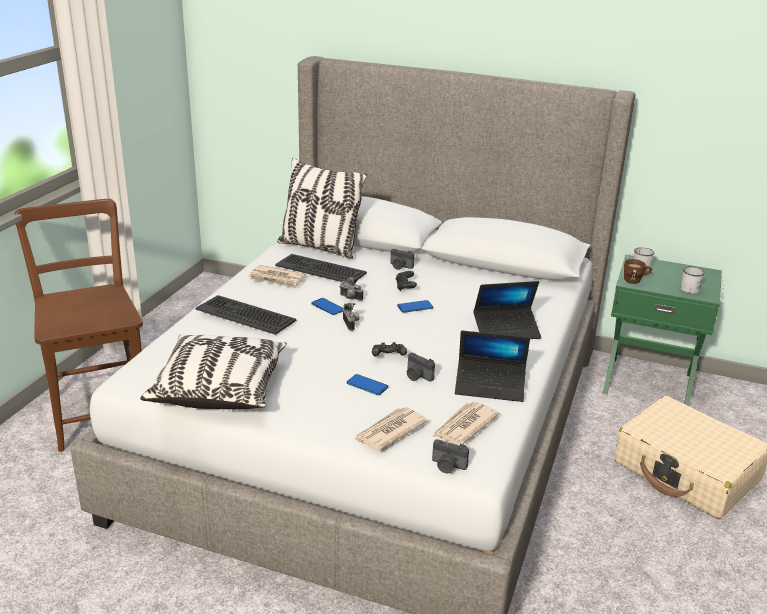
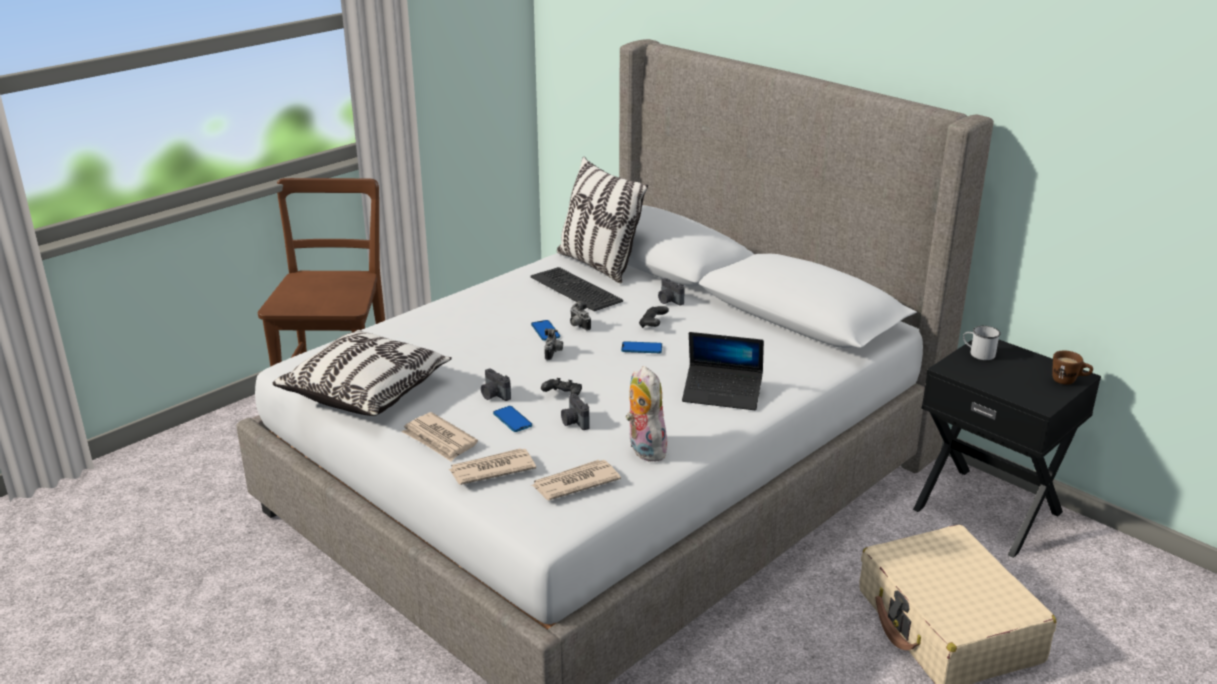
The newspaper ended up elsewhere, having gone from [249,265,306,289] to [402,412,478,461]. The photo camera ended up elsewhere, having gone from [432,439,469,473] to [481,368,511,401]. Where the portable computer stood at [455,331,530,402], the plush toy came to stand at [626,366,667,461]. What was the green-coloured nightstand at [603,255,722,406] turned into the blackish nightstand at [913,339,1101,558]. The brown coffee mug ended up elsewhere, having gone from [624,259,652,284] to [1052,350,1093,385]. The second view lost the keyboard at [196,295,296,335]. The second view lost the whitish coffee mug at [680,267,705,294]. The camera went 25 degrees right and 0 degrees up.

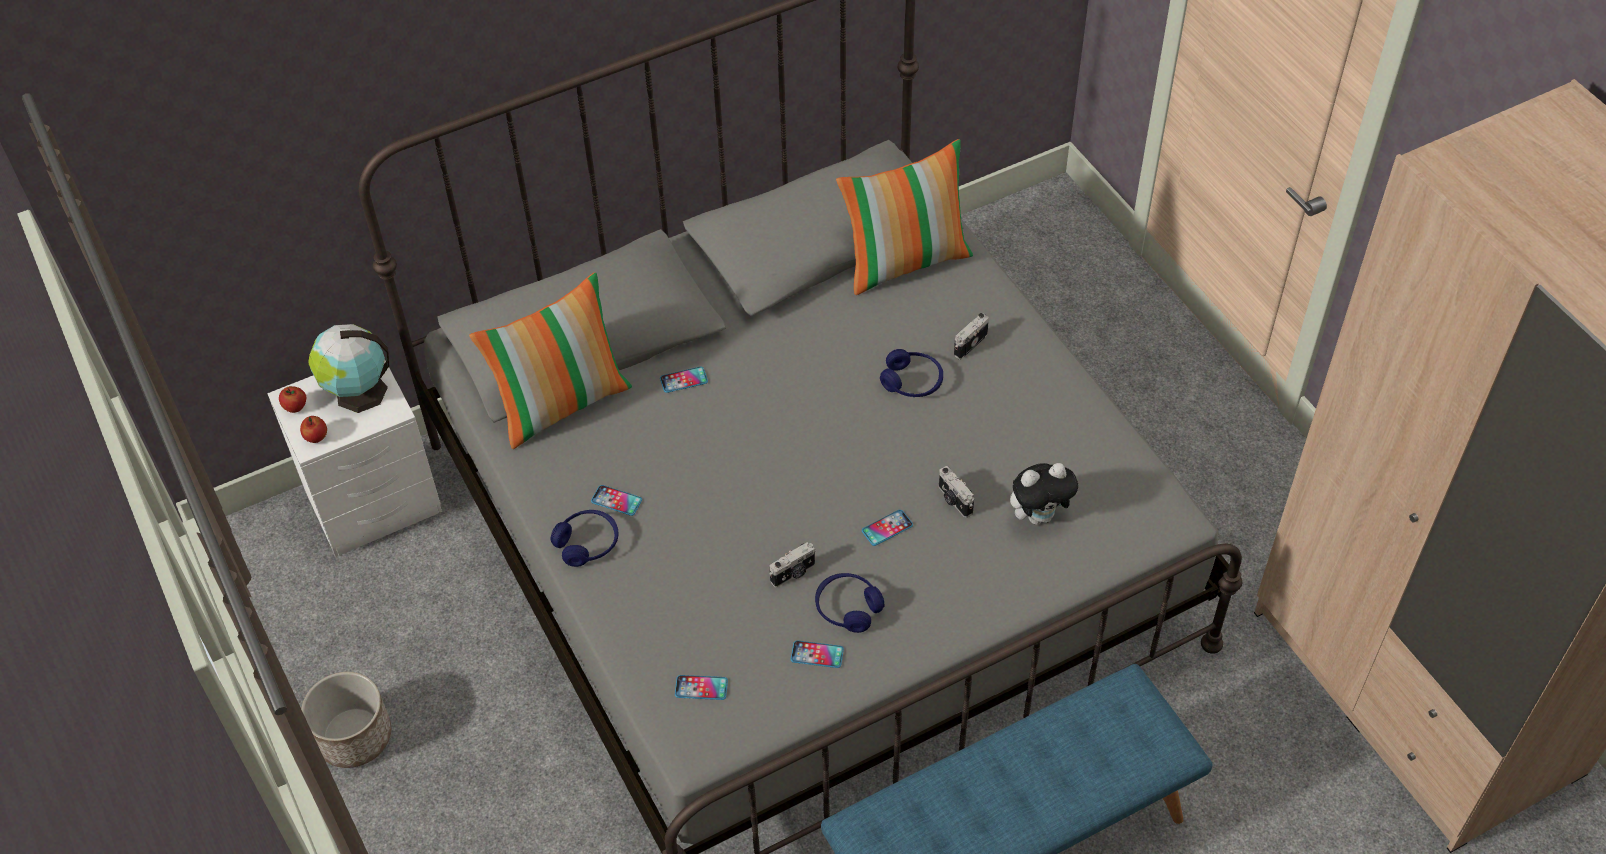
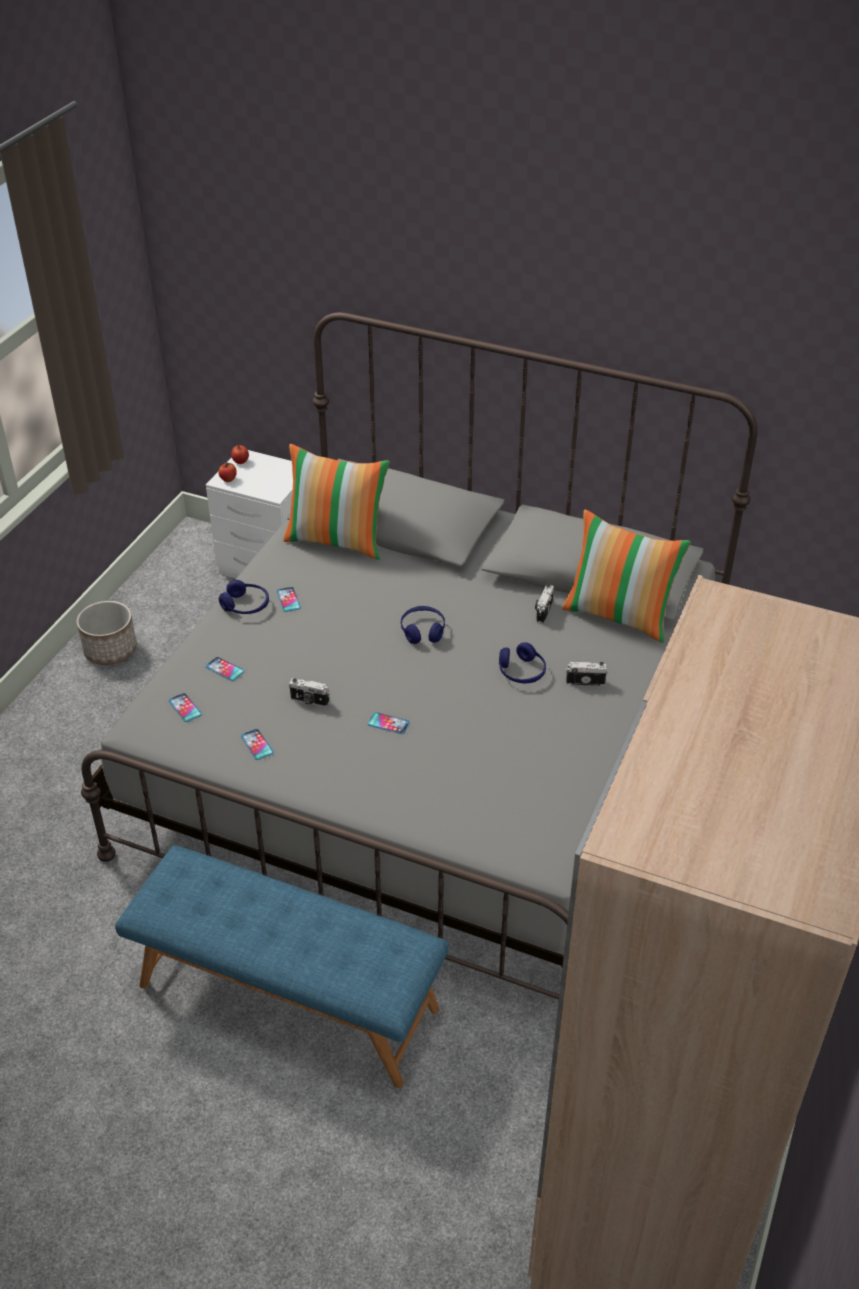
The phone ended up elsewhere, having gone from [660,367,708,393] to [206,657,244,681]. The blue headset ended up elsewhere, having gone from [815,573,884,633] to [401,606,445,644]. The photo camera ended up elsewhere, having gone from [939,466,974,518] to [535,584,554,624]. The second view lost the desk globe at [308,324,389,413]. The second view lost the plush toy at [1010,463,1081,525]. The camera went 50 degrees right and 10 degrees down.

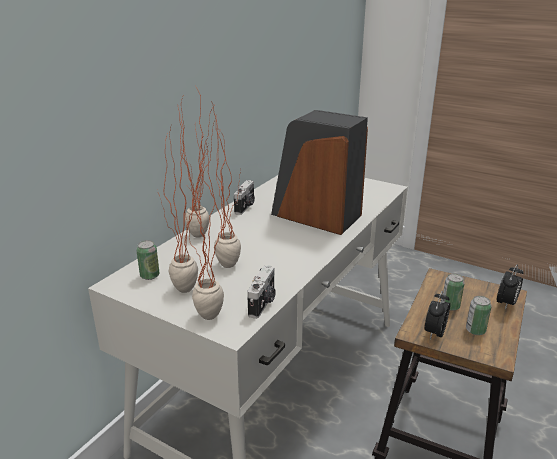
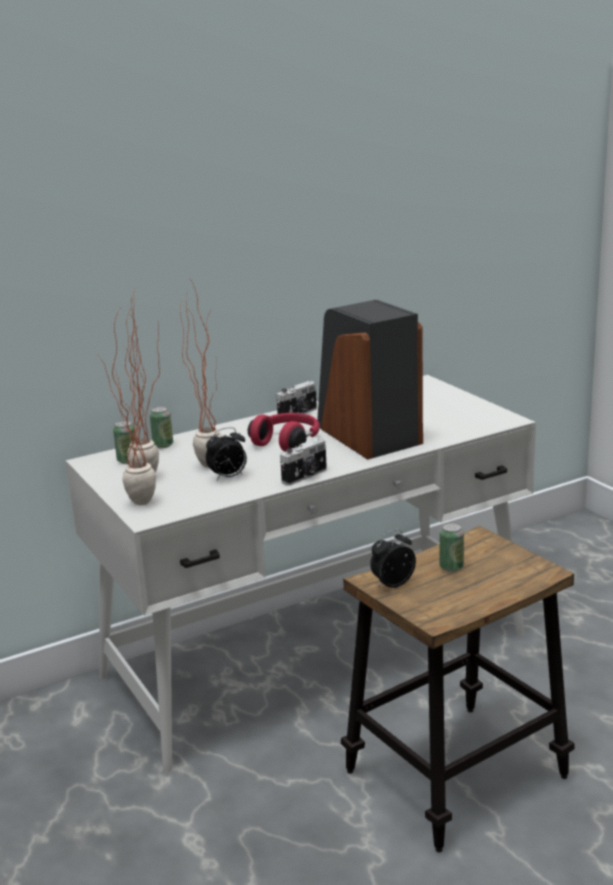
The metal can ended up elsewhere, having gone from [466,296,492,335] to [150,406,173,448]. The bedside clock ended up elsewhere, having gone from [497,264,524,309] to [206,427,247,480]. The second view gained the red-coloured headset at [248,413,320,452]. The photo camera ended up elsewhere, having gone from [247,265,276,319] to [280,438,327,486]. The second view lost the houseplant at [178,87,214,238]. The camera went 30 degrees right and 5 degrees down.

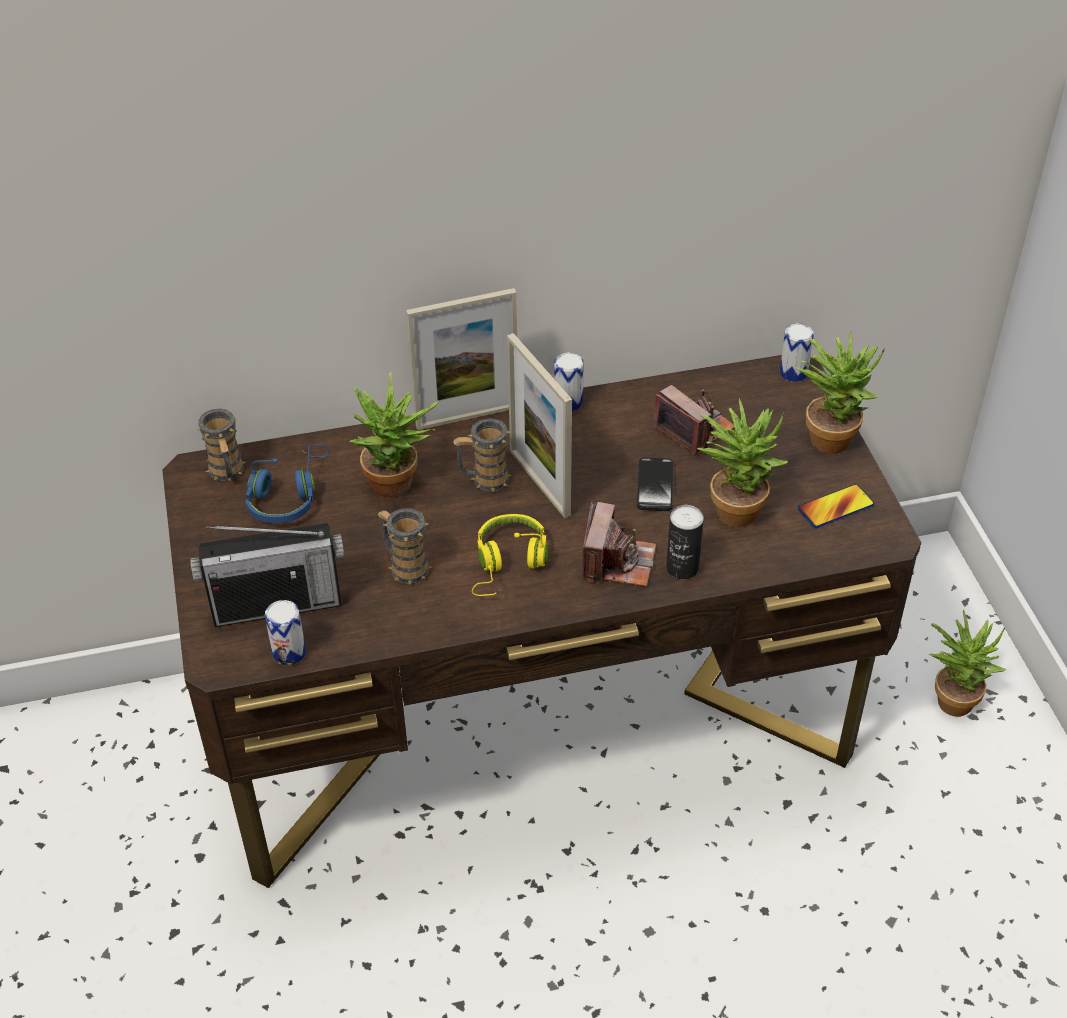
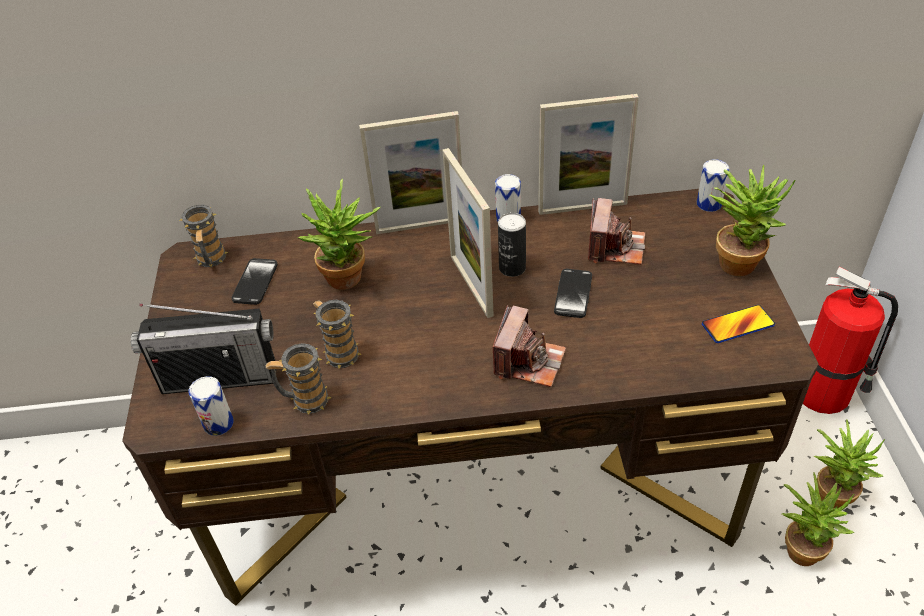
Where the blue headset stood at [245,444,330,523], the phone came to stand at [231,258,278,305]. The coffee mug ended up elsewhere, having gone from [453,418,511,492] to [265,343,332,415]. The metal can ended up elsewhere, having gone from [666,505,704,579] to [498,212,526,277]. The second view gained the standing frame at [538,94,639,215]. The photo camera at [653,385,735,455] ended up facing another way, 45 degrees clockwise from before. The houseplant ended up elsewhere, having gone from [697,398,788,527] to [782,472,854,566]. The second view gained the fire-fighting cylinder at [803,267,898,414]. The second view lost the yellow headset at [472,514,548,596]. The camera went 10 degrees right and 0 degrees up.

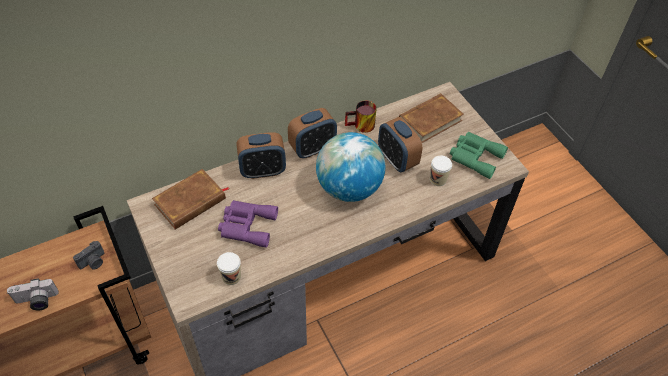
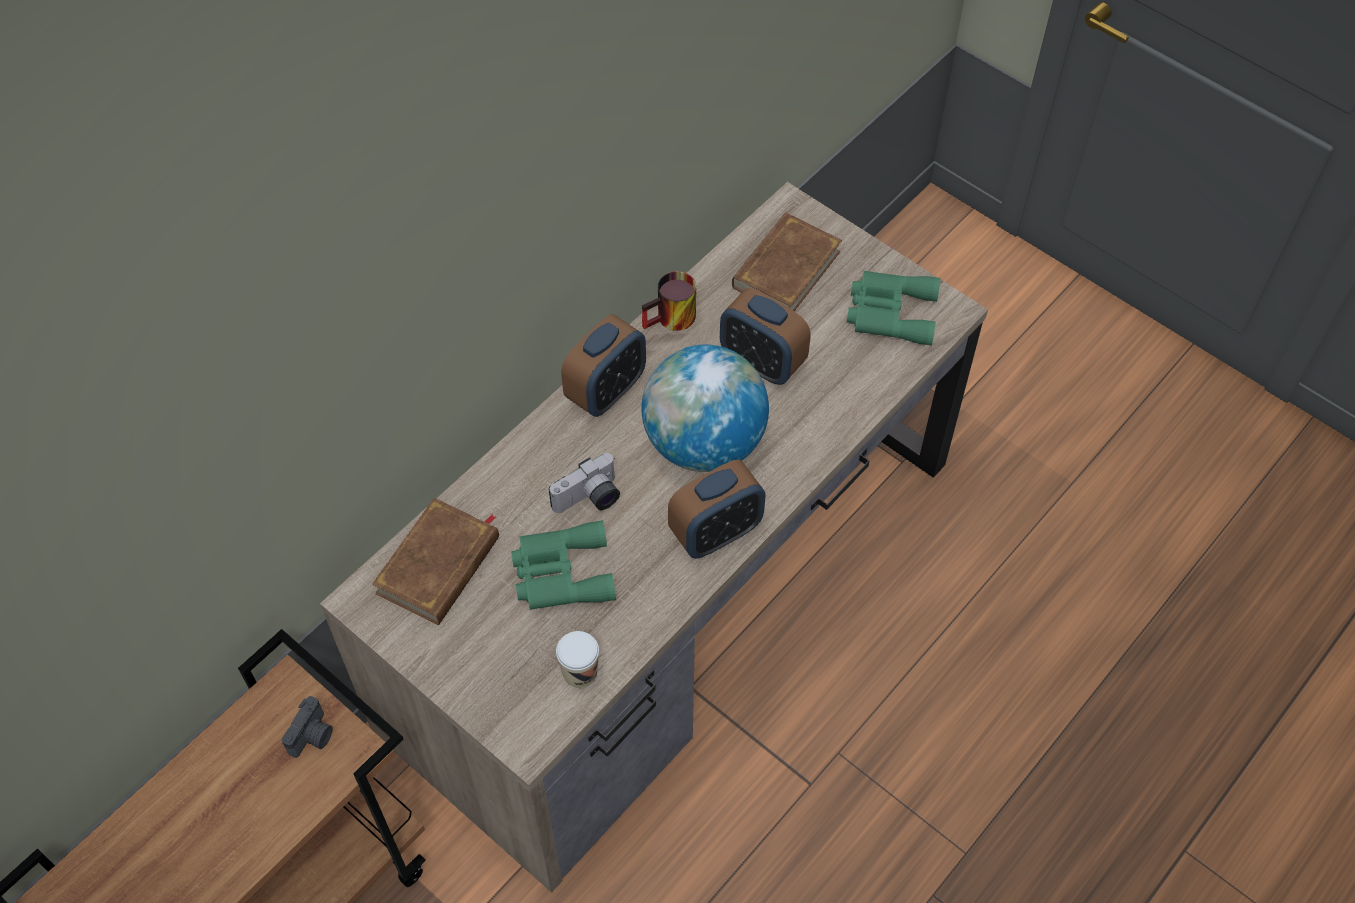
What was the purple field glasses at [218,200,278,248] turned into the green-coloured field glasses at [511,520,616,610]. The photo camera ended up elsewhere, having gone from [7,278,59,310] to [549,453,620,513]. The bedside clock ended up elsewhere, having gone from [237,132,286,179] to [668,460,765,559]. The second view lost the small cup at [430,156,452,186]. The camera went 20 degrees left and 5 degrees up.

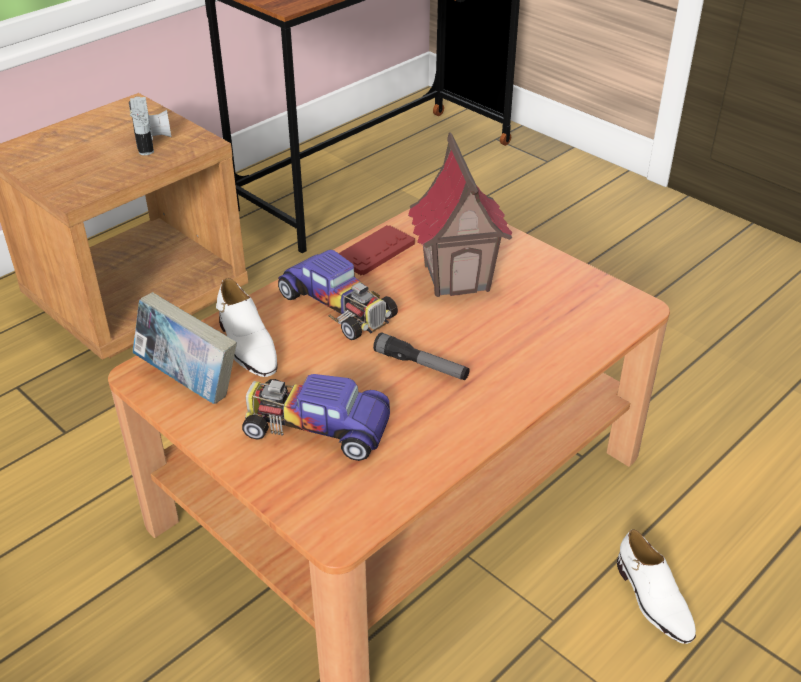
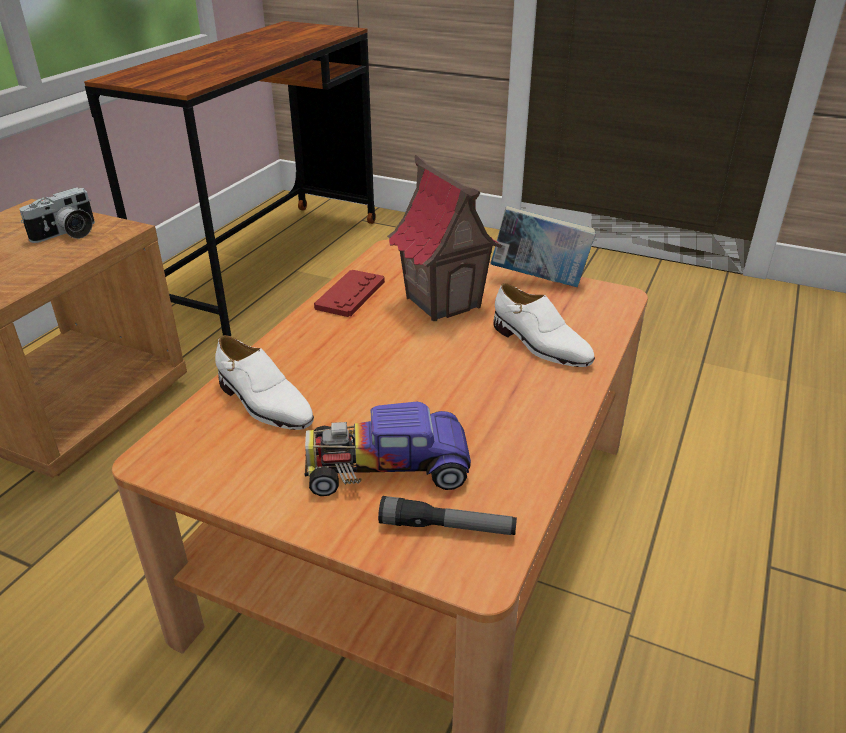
The photo camera at [129,96,171,155] ended up facing another way, 75 degrees clockwise from before. The hand torch ended up elsewhere, having gone from [373,332,469,380] to [378,496,517,535]. The bound book ended up elsewhere, having gone from [133,292,237,404] to [490,206,596,287]. The whitish shoe ended up elsewhere, having gone from [617,530,696,644] to [493,283,595,367]. The second view lost the model car at [278,250,398,340]. The camera went 20 degrees left and 5 degrees down.

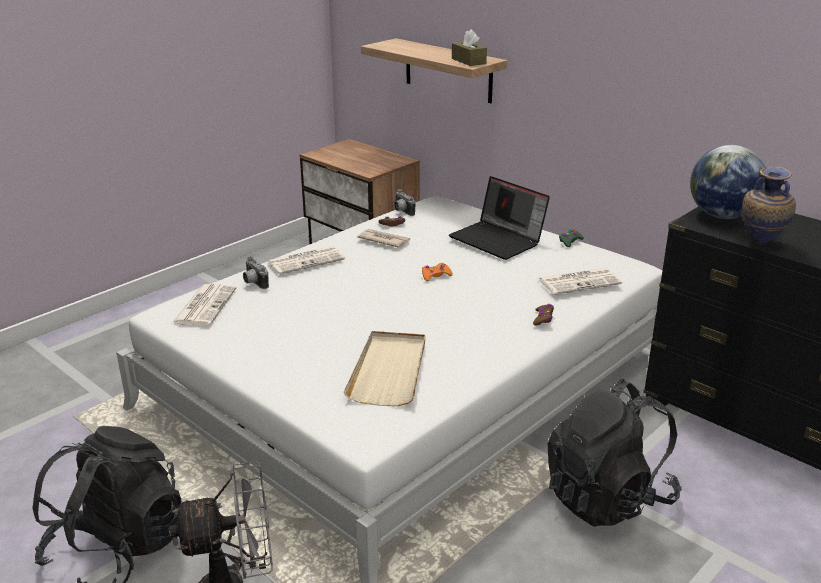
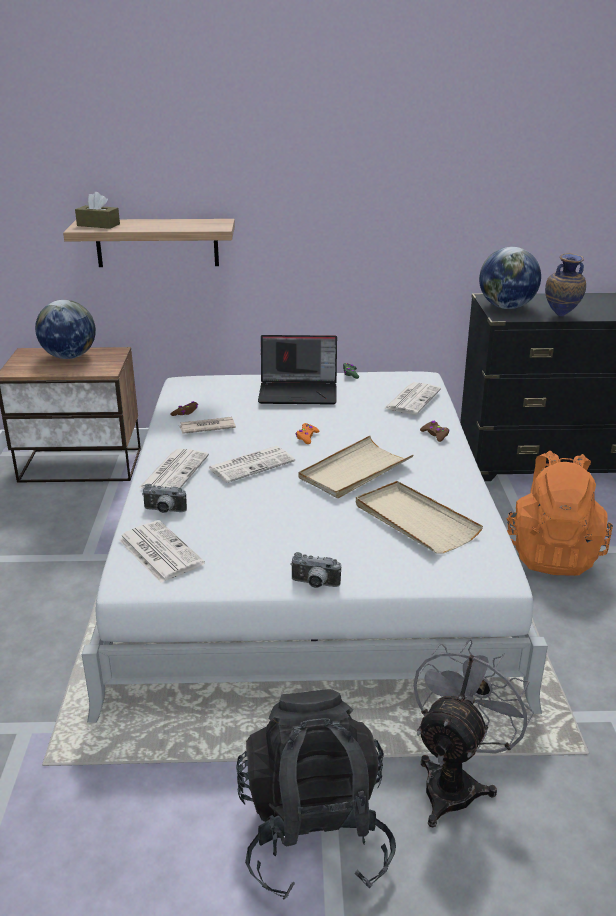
The second view gained the desk globe at [35,300,96,359]. The brown box of tissues ended up elsewhere, having gone from [452,29,487,66] to [75,192,120,229]. The second view gained the newspaper at [208,446,295,483]. The photo camera ended up elsewhere, having gone from [394,189,416,216] to [290,552,341,588]. The second view gained the beige-coloured carrying tray at [298,436,414,498]. What was the blackish backpack at [548,379,681,527] turned into the orangey backpack at [507,451,613,576]. The camera went 45 degrees left and 0 degrees up.

